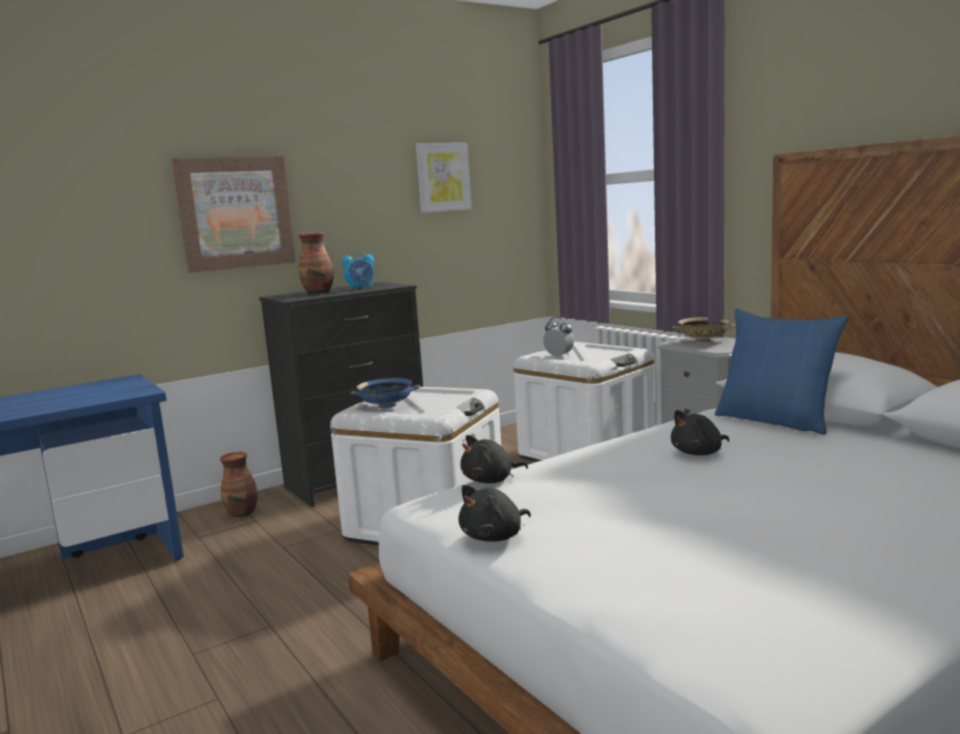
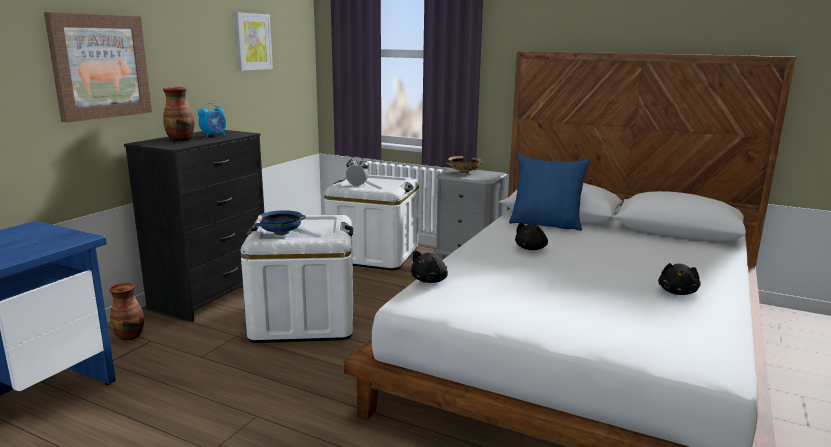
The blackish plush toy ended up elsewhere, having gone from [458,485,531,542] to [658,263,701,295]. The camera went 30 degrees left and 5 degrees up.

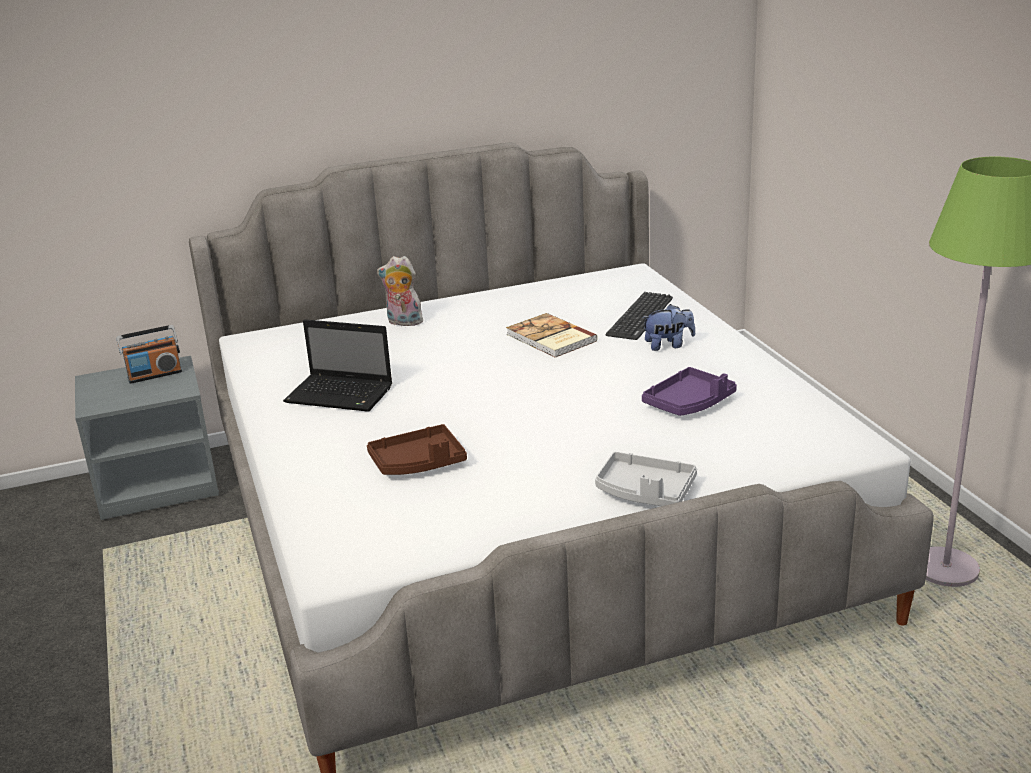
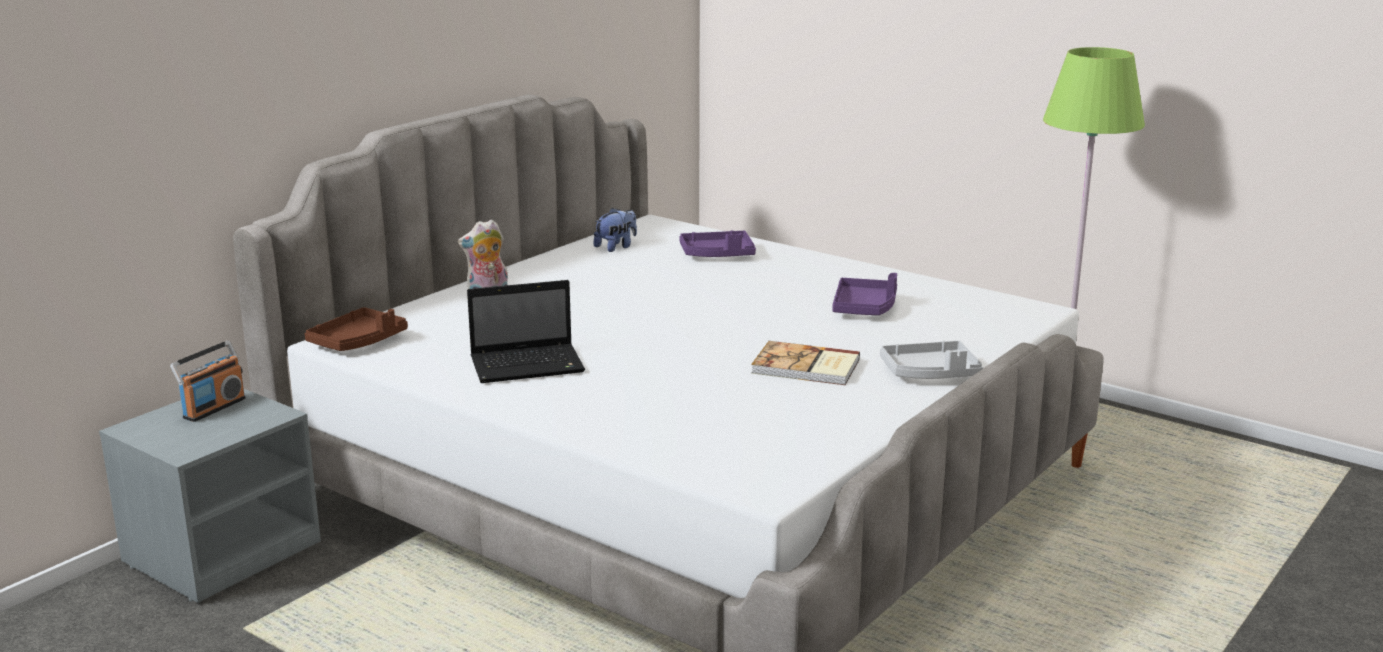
The brown carrying tray ended up elsewhere, having gone from [367,424,467,475] to [305,307,408,351]. The plush toy ended up elsewhere, having gone from [642,304,695,351] to [594,208,637,252]. Where the keyboard stood at [606,292,673,340], the purple carrying tray came to stand at [679,231,756,257]. The bound book ended up elsewhere, having gone from [506,313,598,358] to [751,341,860,385]. The camera went 35 degrees left and 5 degrees down.

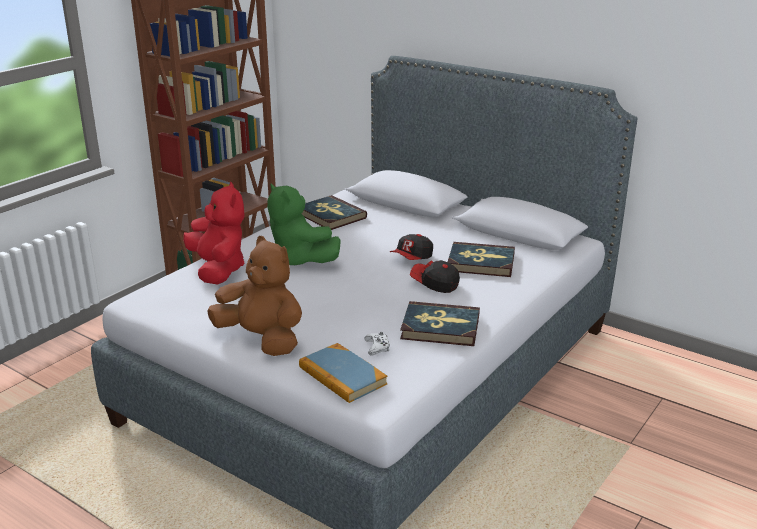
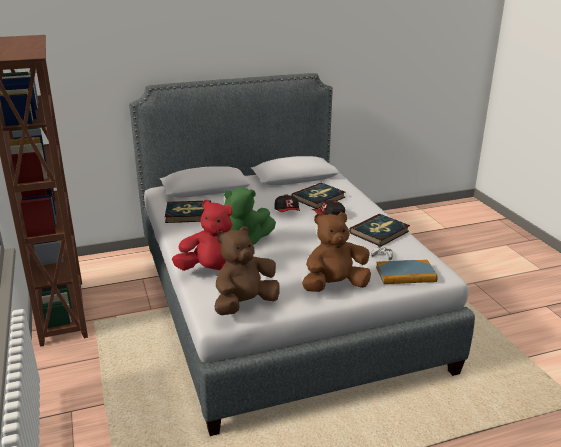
The second view gained the brown plush toy at [215,226,280,315]. The camera went 55 degrees left and 0 degrees up.

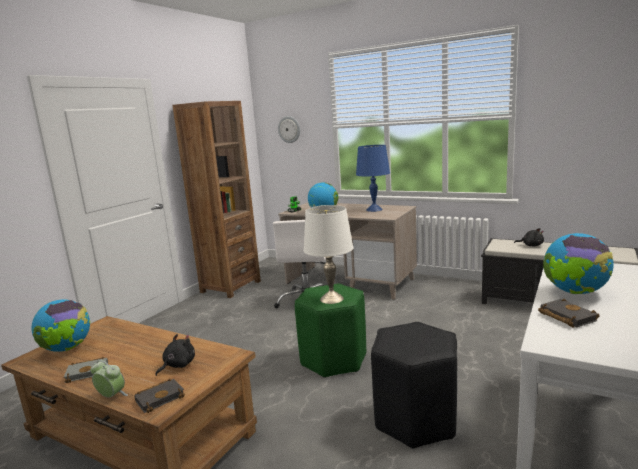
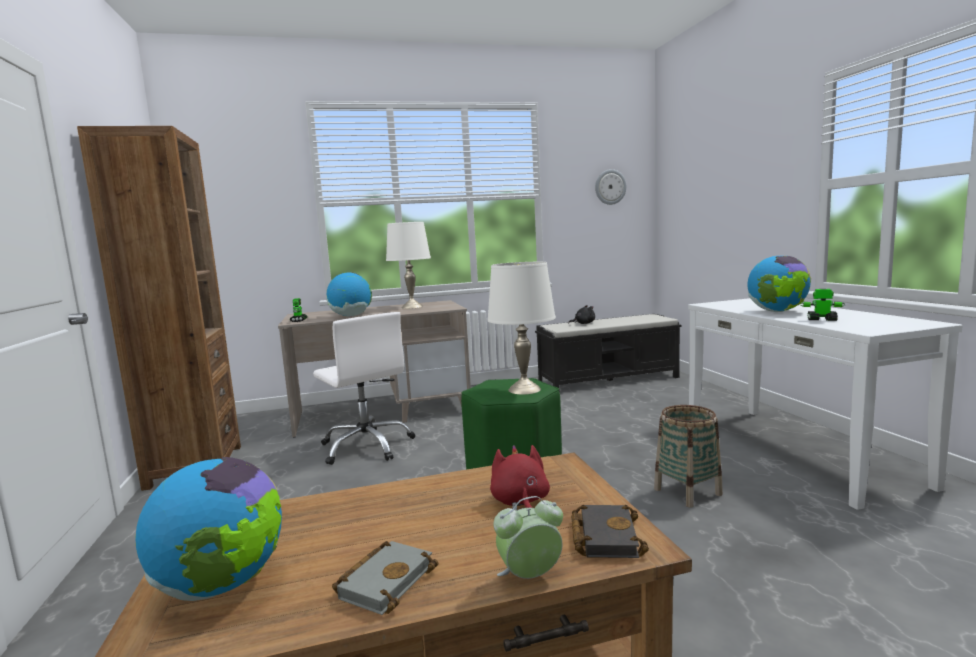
What was the blue lamp for a table at [356,145,390,212] turned into the whitish lamp for a table at [386,222,431,309]. What was the blackish plush toy at [155,334,195,376] turned into the red-coloured plush toy at [490,445,550,510]. The hanging clock ended up elsewhere, having gone from [278,116,300,143] to [595,169,627,205]. Where the blackish sitting stool stood at [371,322,457,449], the storage basket came to stand at [654,405,723,508]. Where the blackish bound book stood at [538,298,600,328], the toy robot came to stand at [800,289,845,321]. The camera went 45 degrees left and 5 degrees down.

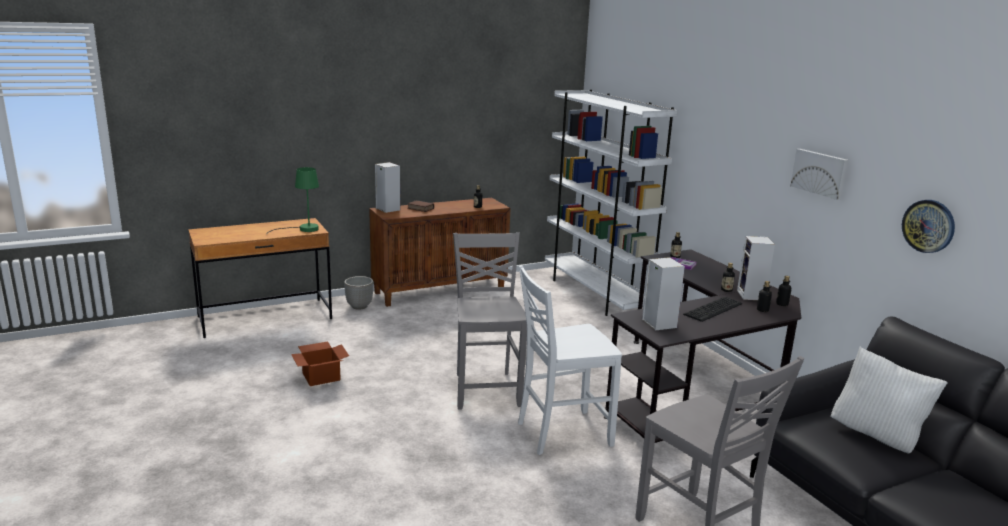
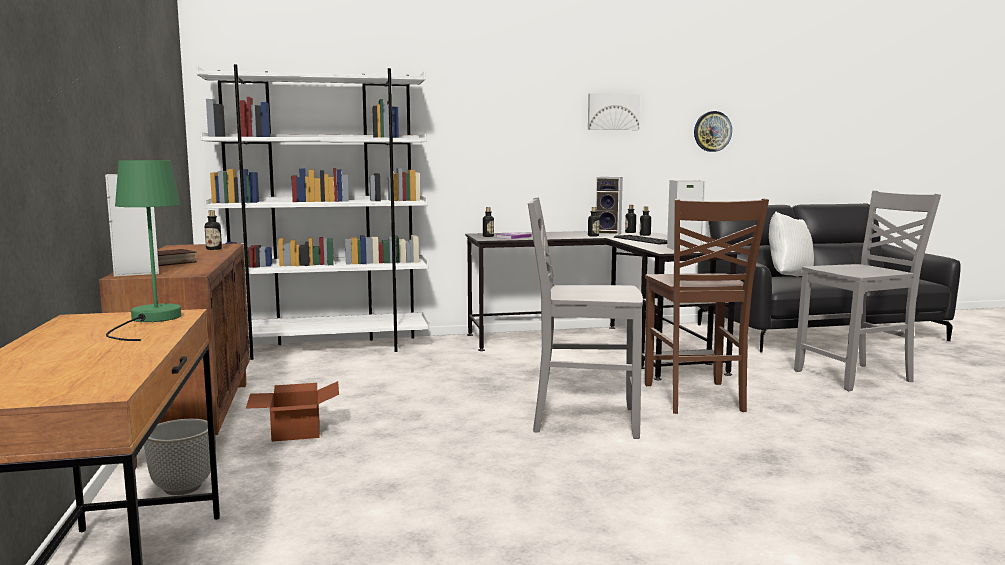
The packing box ended up elsewhere, having gone from [291,341,349,386] to [246,381,339,442]. What was the whitish plain chair at [518,265,622,455] turned into the brown plain chair at [645,199,769,414]. The camera went 75 degrees left and 10 degrees down.

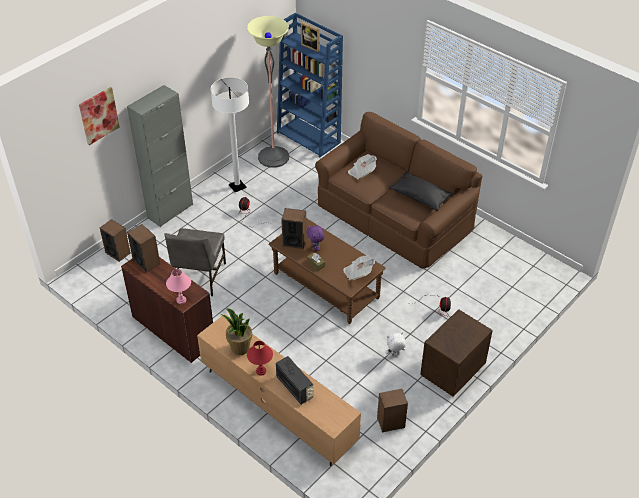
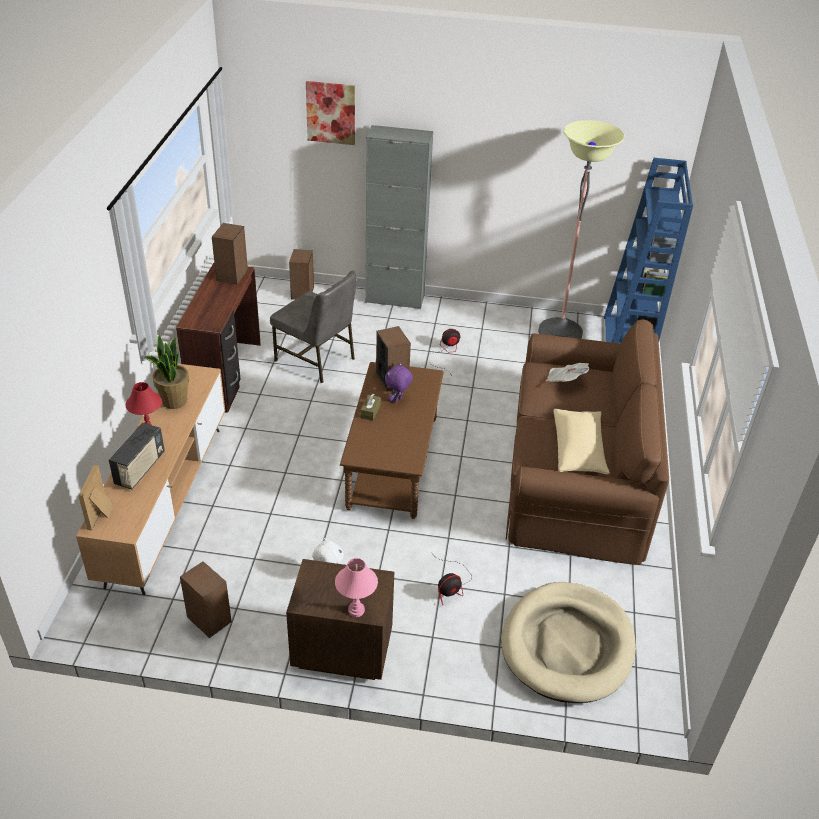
The standing frame ended up elsewhere, having gone from [301,22,320,52] to [78,465,113,530]. The greyish plain chair at [164,228,226,296] ended up facing another way, 120 degrees counterclockwise from before. The pinkish lamp for a table ended up elsewhere, having gone from [166,269,191,304] to [335,558,378,617]. The second view gained the beige-coloured dog cushion at [501,582,636,703]. What was the blackish cushion at [390,172,453,211] turned into the beige-coloured cushion at [553,409,610,475]. The second view lost the whitish floor lamp at [211,77,249,192]. The second view lost the newspaper at [343,255,375,281]. The camera went 55 degrees right and 5 degrees down.

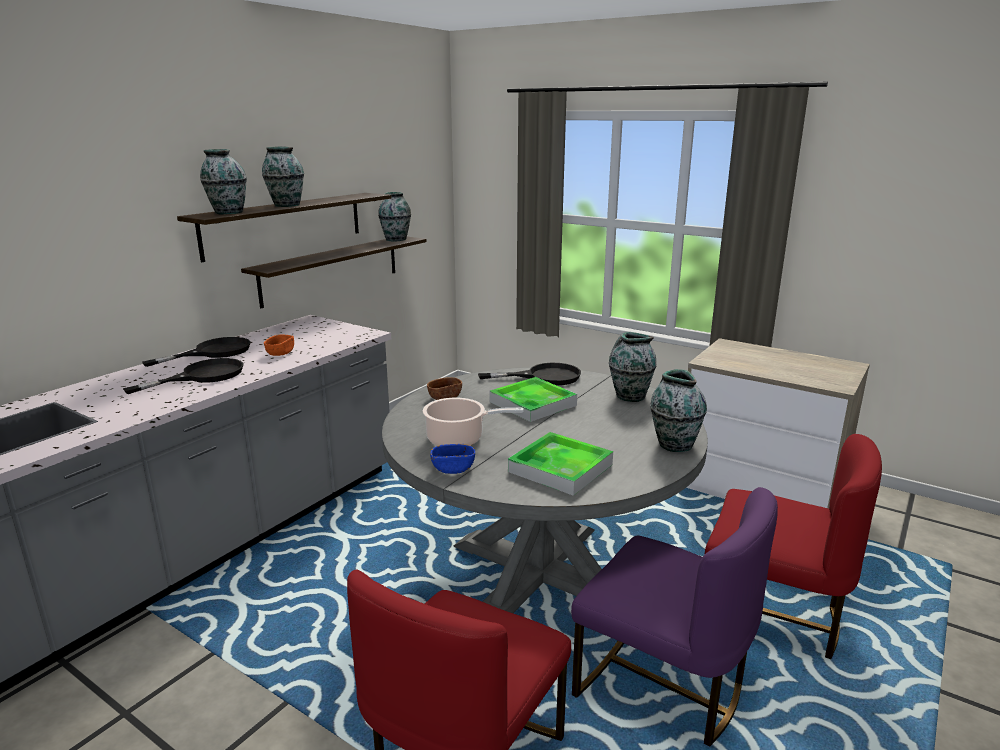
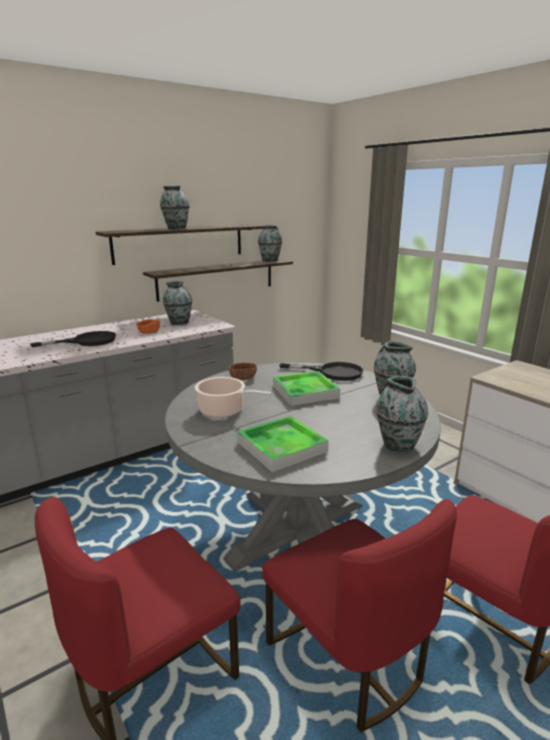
The vase ended up elsewhere, having gone from [200,149,247,214] to [163,281,192,325]. What was the purple plain chair at [571,487,778,747] turned into the red-coloured plain chair at [262,499,457,732]. The second view lost the blackish skillet at [142,337,251,367]. The second view lost the blue deep dish at [430,444,475,474]. The camera went 20 degrees right and 0 degrees up.

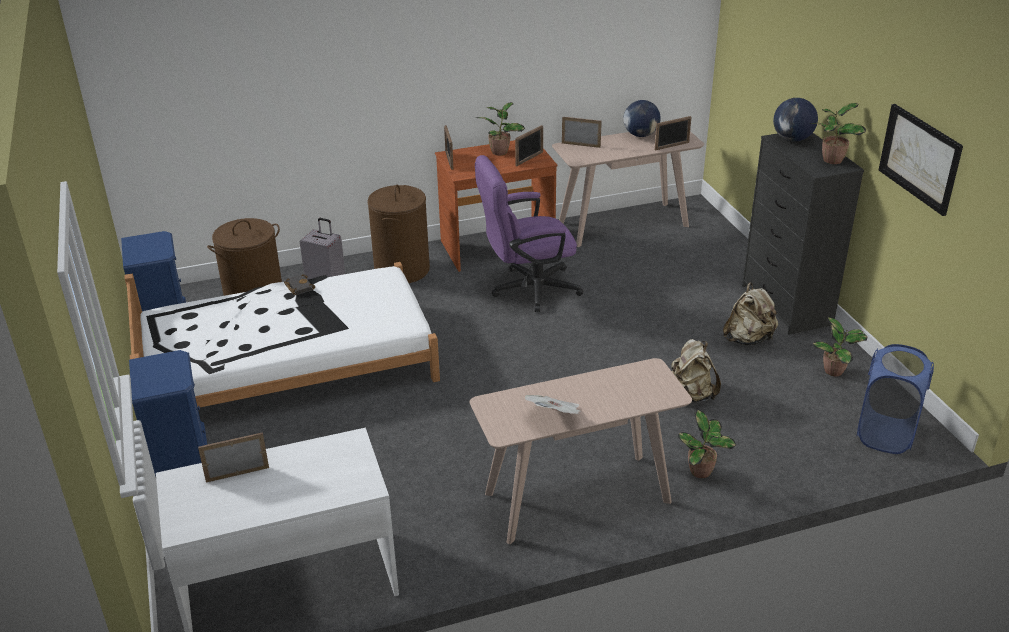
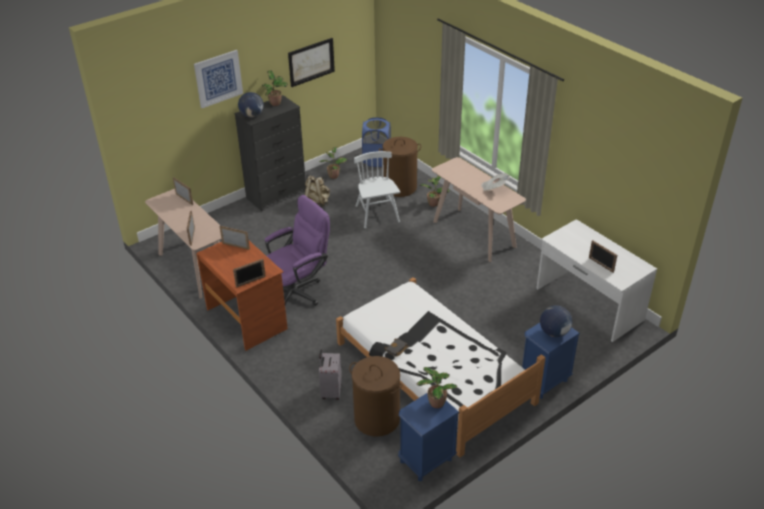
The second view gained the wall picture at [194,50,243,108]. The purple desk chair at [475,155,584,312] ended up facing another way, 90 degrees counterclockwise from before. Where the beige-coloured backpack stood at [672,339,721,402], the whitish plain chair came to stand at [354,151,400,228]. The brown hamper ended up elsewhere, having gone from [368,185,430,283] to [379,137,421,197]. The houseplant ended up elsewhere, having gone from [476,102,525,155] to [416,367,457,408]. The desk globe ended up elsewhere, having gone from [624,100,660,137] to [540,305,572,337]. The camera went 110 degrees left and 5 degrees up.

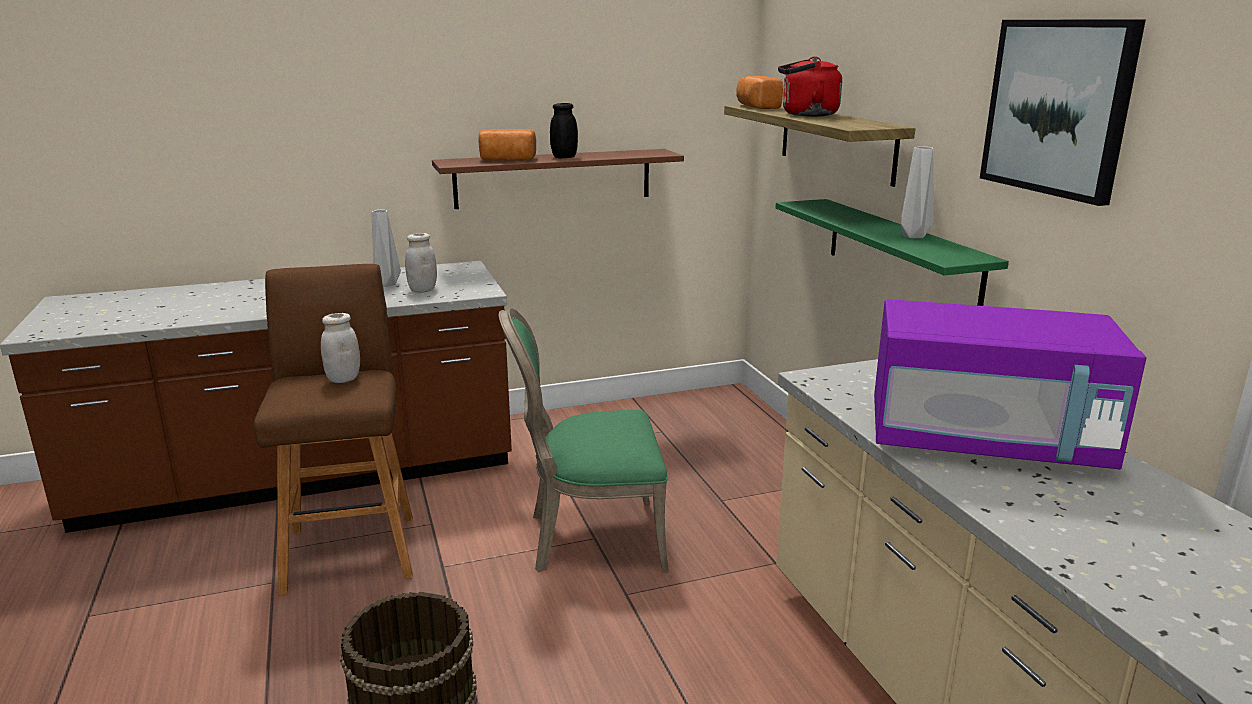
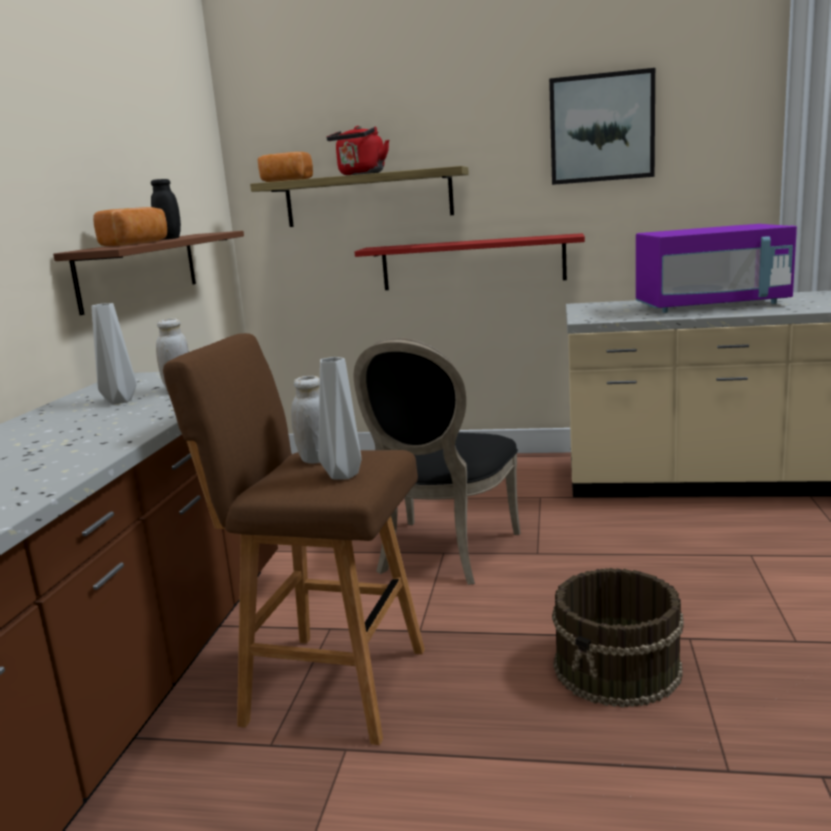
The greyish vase ended up elsewhere, having gone from [901,146,934,238] to [318,357,361,480]. What was the green-coloured shelf at [776,199,1009,306] turned into the red-coloured shelf at [354,233,585,290]. What was the green-coloured plain chair at [499,308,669,573] turned into the blackish plain chair at [354,337,521,585]. The purple microwave at [874,299,1147,469] ended up facing another way, 45 degrees clockwise from before. The camera went 60 degrees left and 5 degrees down.

